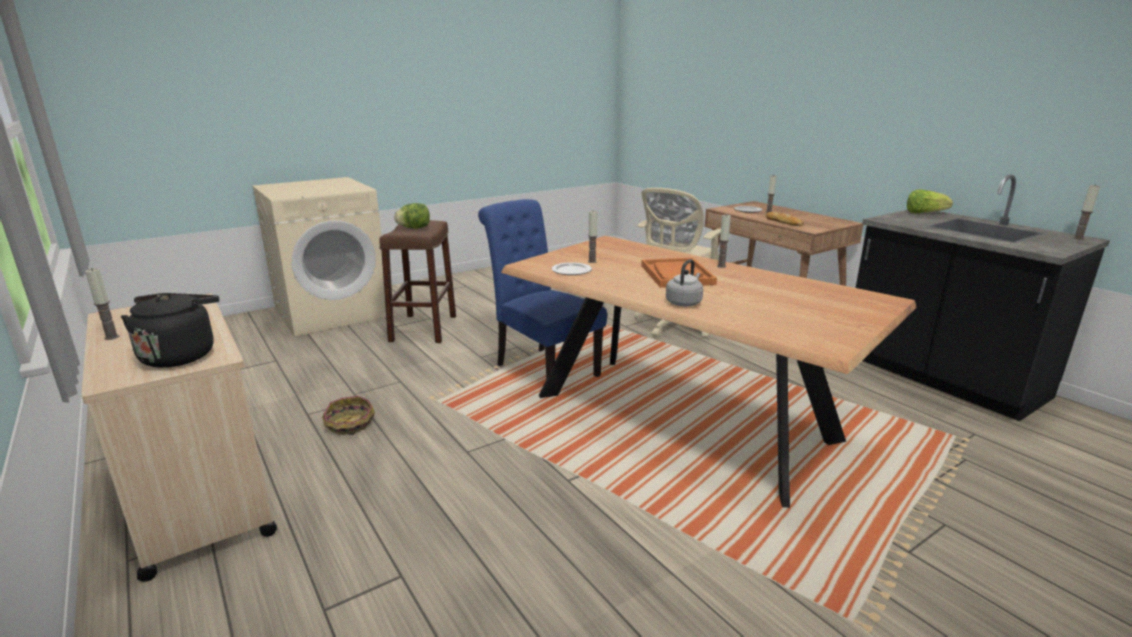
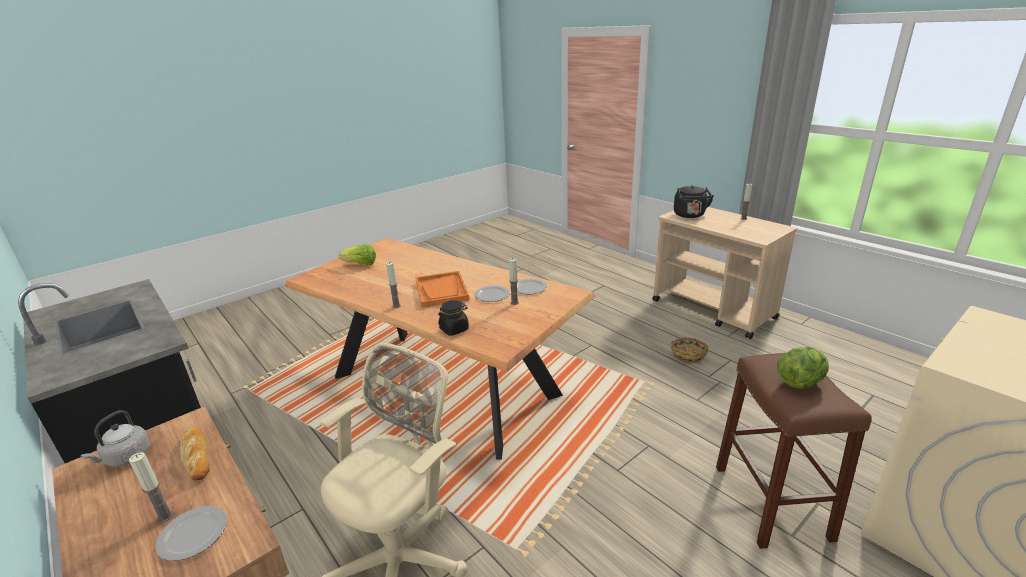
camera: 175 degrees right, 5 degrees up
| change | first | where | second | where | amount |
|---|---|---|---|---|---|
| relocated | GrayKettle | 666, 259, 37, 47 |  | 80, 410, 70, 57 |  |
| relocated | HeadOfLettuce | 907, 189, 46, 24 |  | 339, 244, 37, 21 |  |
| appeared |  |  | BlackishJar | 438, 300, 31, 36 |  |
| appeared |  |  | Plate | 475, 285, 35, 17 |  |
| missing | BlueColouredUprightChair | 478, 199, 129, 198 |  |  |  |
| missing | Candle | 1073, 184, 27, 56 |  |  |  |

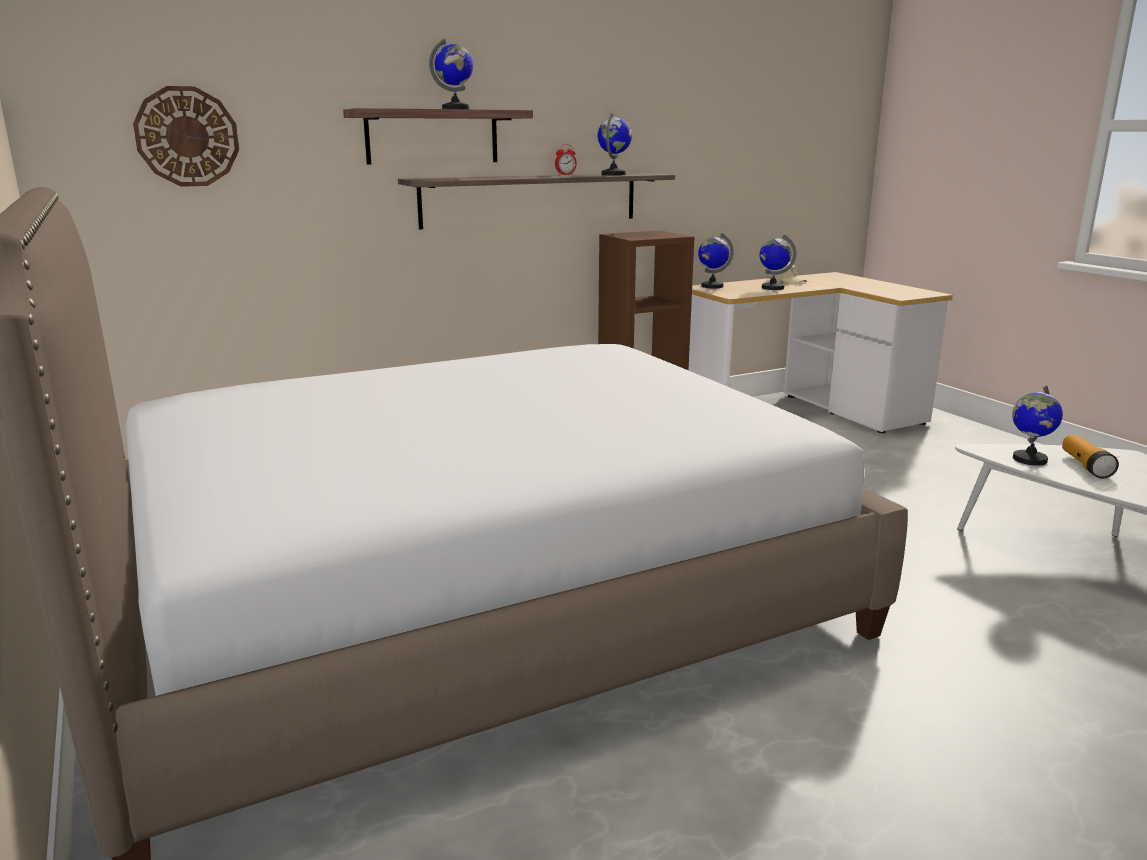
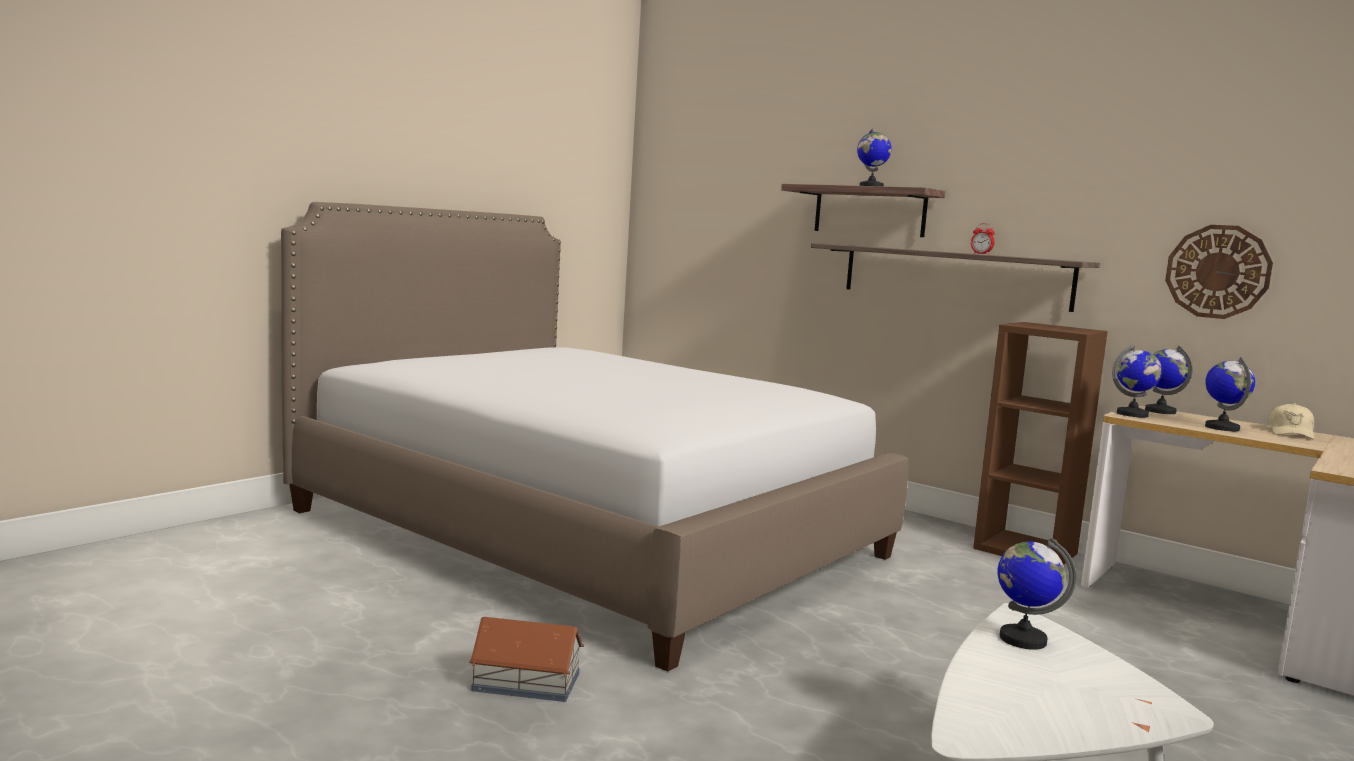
camera: 65 degrees right, 10 degrees down
| change | first | where | second | where | amount |
|---|---|---|---|---|---|
| appeared |  |  | ToyHouse | 469, 617, 115, 85 |  |
| relocated | WorldGlobe | 598, 112, 34, 63 |  | 1112, 345, 50, 73 |  |
| relocated | WallClock | 133, 86, 106, 101 |  | 1165, 225, 108, 94 |  |
| missing | Flashlight | 1062, 435, 57, 43 |  |  |  |

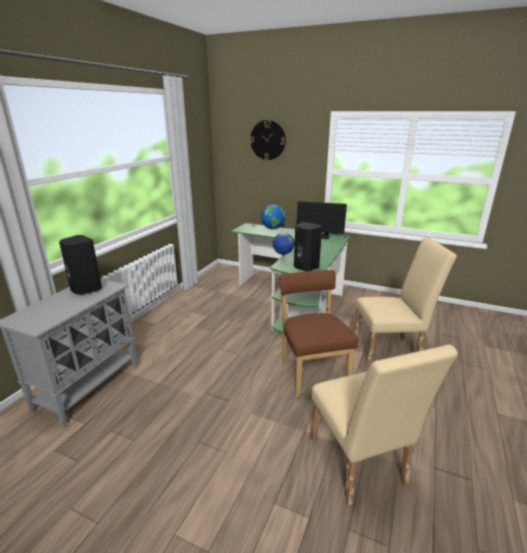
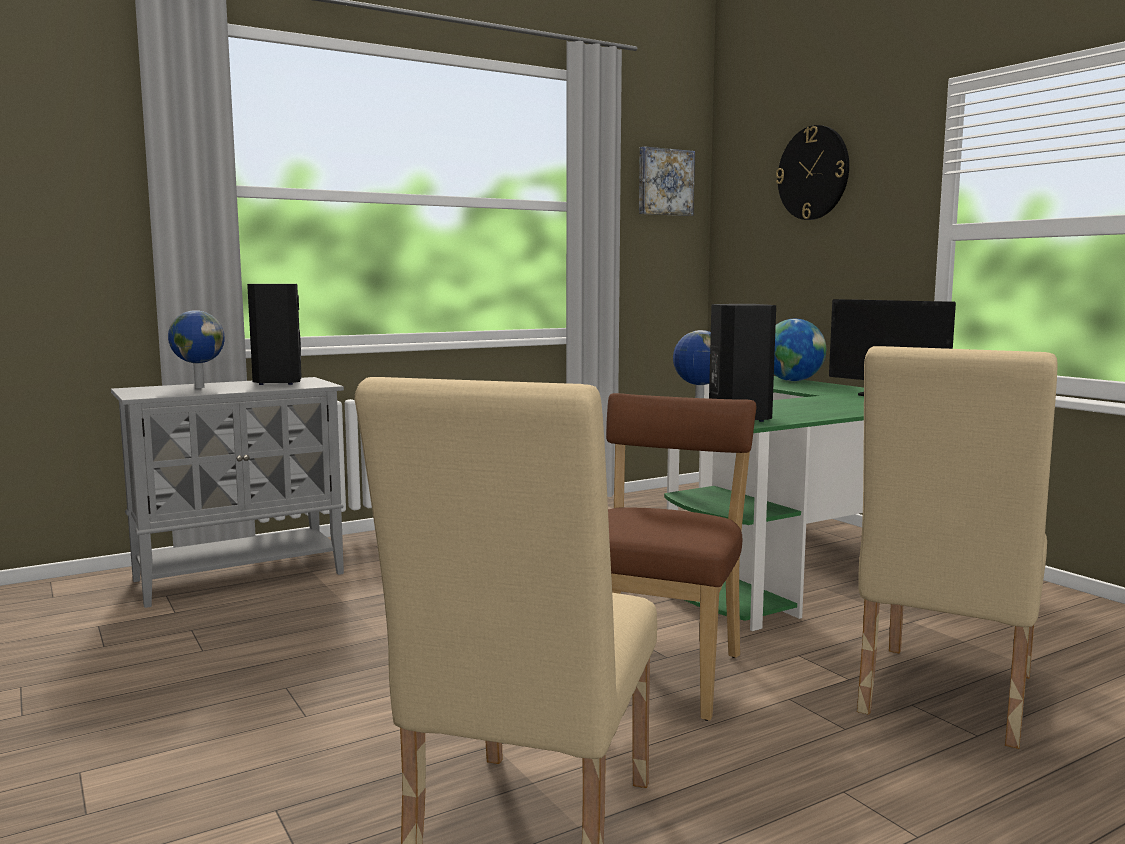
camera: 35 degrees right, 15 degrees down
| change | first | where | second | where | amount |
|---|---|---|---|---|---|
| appeared |  |  | WorldGlobe | 168, 310, 57, 78 |  |
| appeared |  |  | WallPicture | 639, 146, 56, 70 |  |
| spun | BeigeColouredUprightChair | 353, 237, 104, 129 |  | 857, 346, 201, 403 | 90 degrees clockwise |

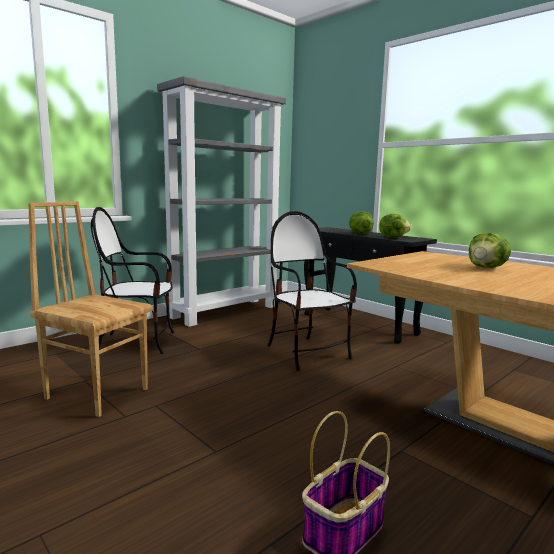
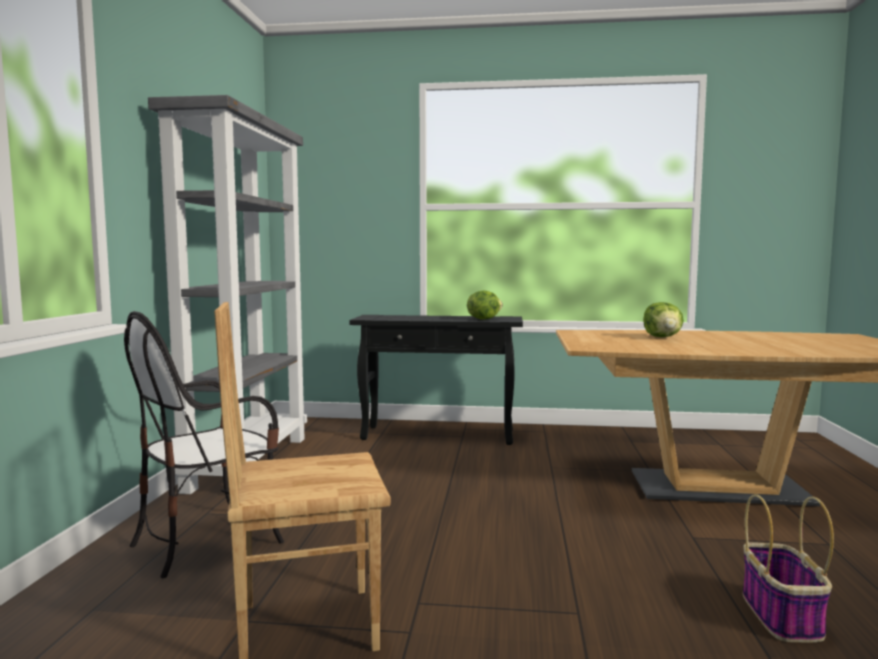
camera: 40 degrees left, 5 degrees down
| change | first | where | second | where | amount |
|---|---|---|---|---|---|
| missing | UprightChair | 267, 211, 90, 160 |  |  |  |
| missing | HeadOfLettuce | 349, 211, 25, 23 |  |  |  |

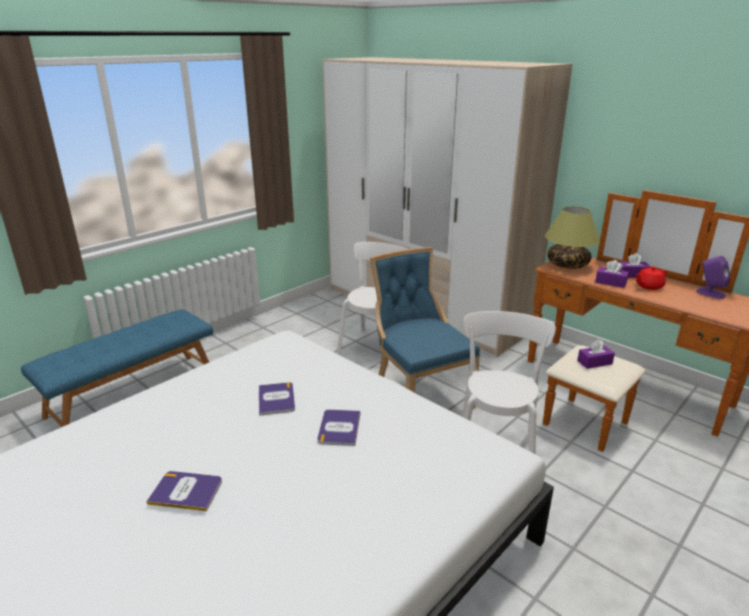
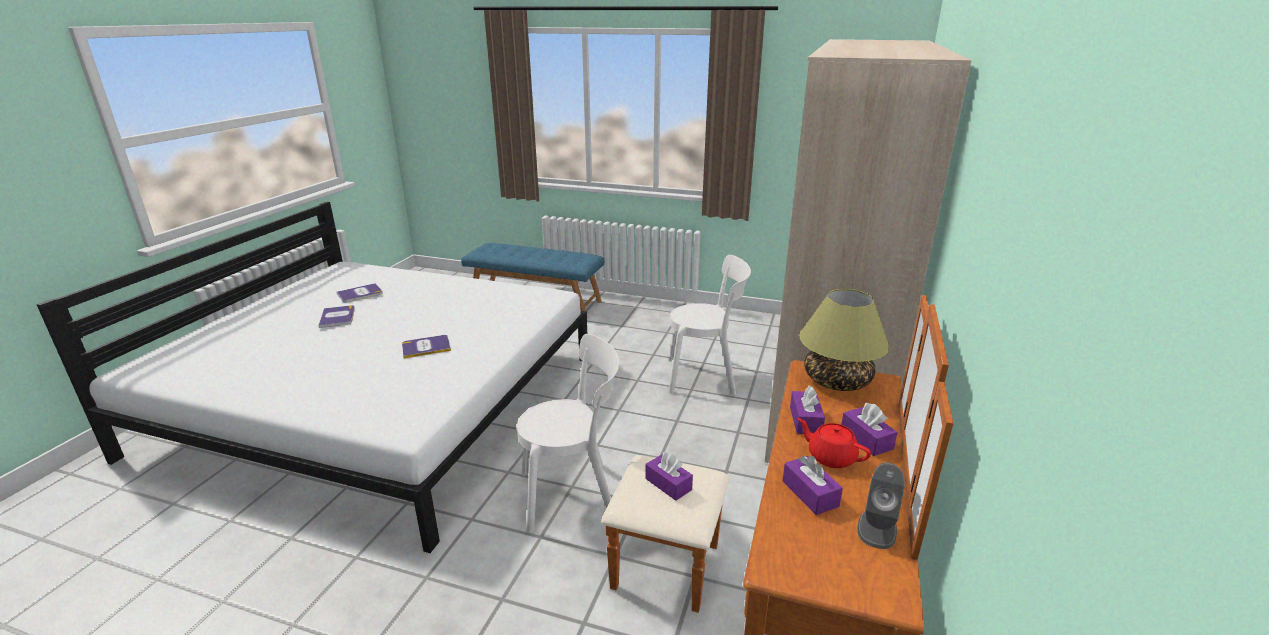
camera: 65 degrees right, 0 degrees up
| change | first | where | second | where | amount |
|---|---|---|---|---|---|
| relocated | Volume | 259, 382, 36, 34 |  | 337, 283, 46, 20 |  |
| appeared |  |  | PurpleColouredBoxOfTissues | 783, 456, 60, 59 |  |
| colour | PurpleColouredLoudspeaker | 696, 256, 35, 43 | GrayLoudspeaker | 858, 462, 47, 87 |  |
| missing | BlueColouredUprightChair | 370, 247, 110, 162 |  |  |  |

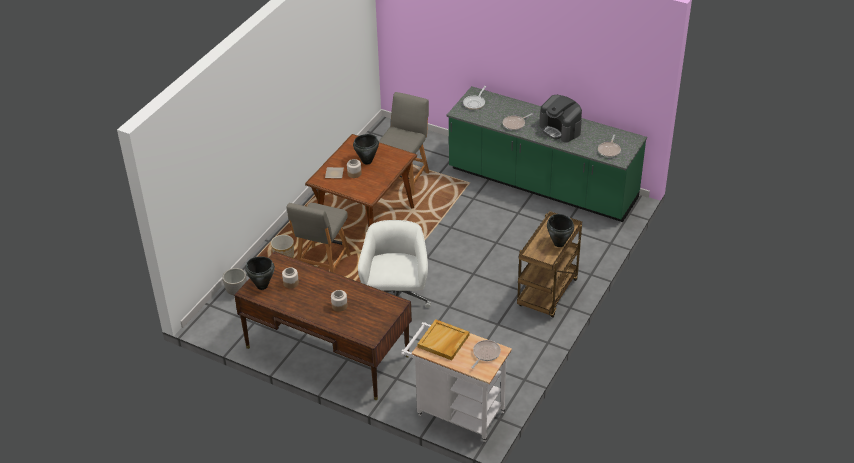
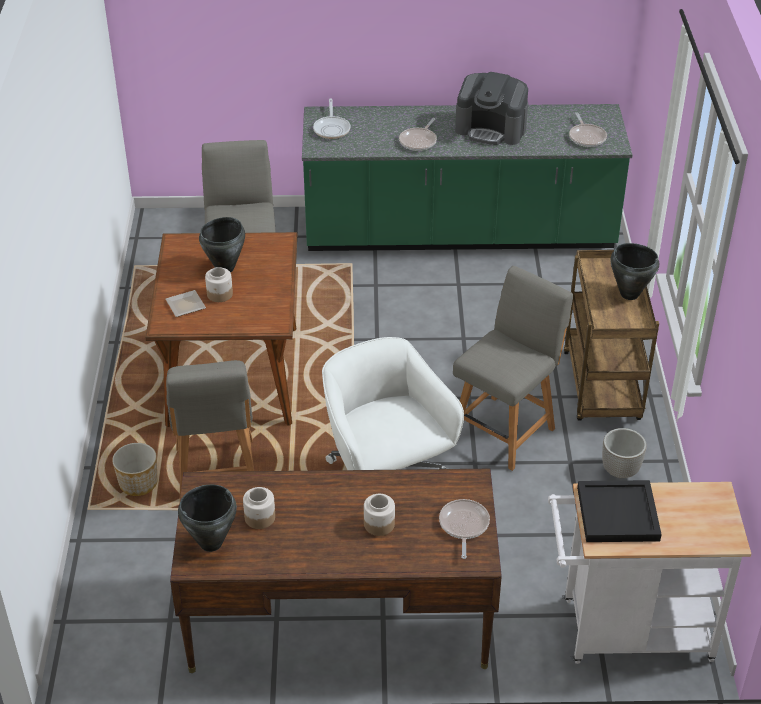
camera: 30 degrees left, 0 degrees up
| change | first | where | second | where | amount |
|---|---|---|---|---|---|
| relocated | Skillet | 471, 340, 30, 28 |  | 439, 499, 51, 60 |  |
| appeared |  |  | GrayUprightChair | 453, 266, 120, 205 |  |
| colour | BeigeColouredCarryingTray | 418, 319, 51, 41 | BlackishCarryingTray | 577, 480, 85, 62 |  |
| relocated | FlowerPot | 222, 268, 25, 27 |  | 602, 428, 44, 50 |  |

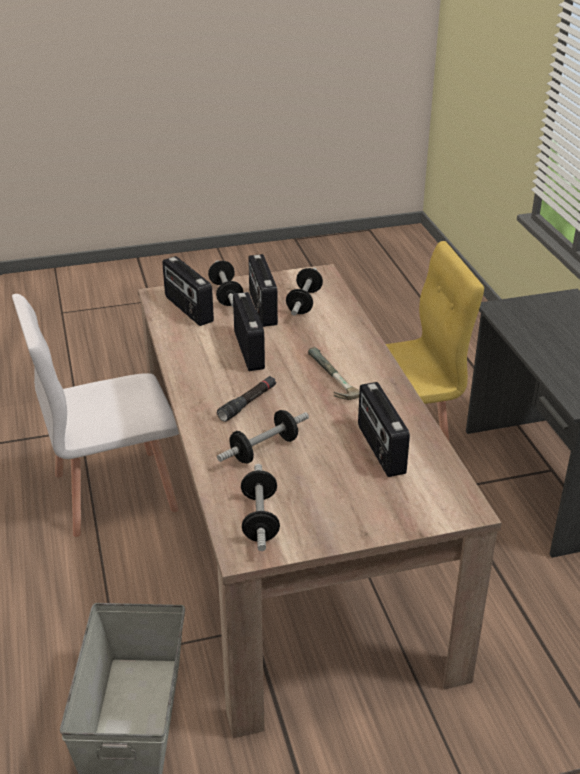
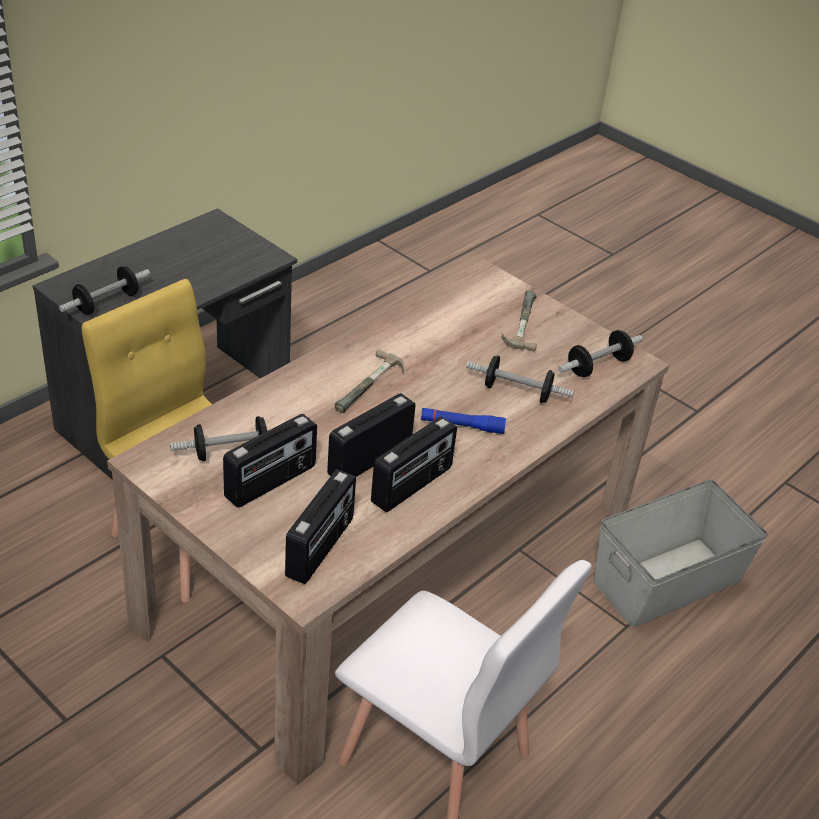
camera: 125 degrees left, 5 degrees up
| change | first | where | second | where | amount |
|---|---|---|---|---|---|
| relocated | HandWeight | 208, 260, 36, 47 |  | 59, 266, 91, 49 |  |
| relocated | RadioReceiver | 358, 382, 52, 95 |  | 371, 416, 86, 96 |  |
| colour | BlackishFlashlight | 217, 376, 59, 46 | BlueColouredFlashlight | 421, 408, 85, 26 |  |
| appeared |  |  | Hammer | 501, 291, 36, 61 |  |

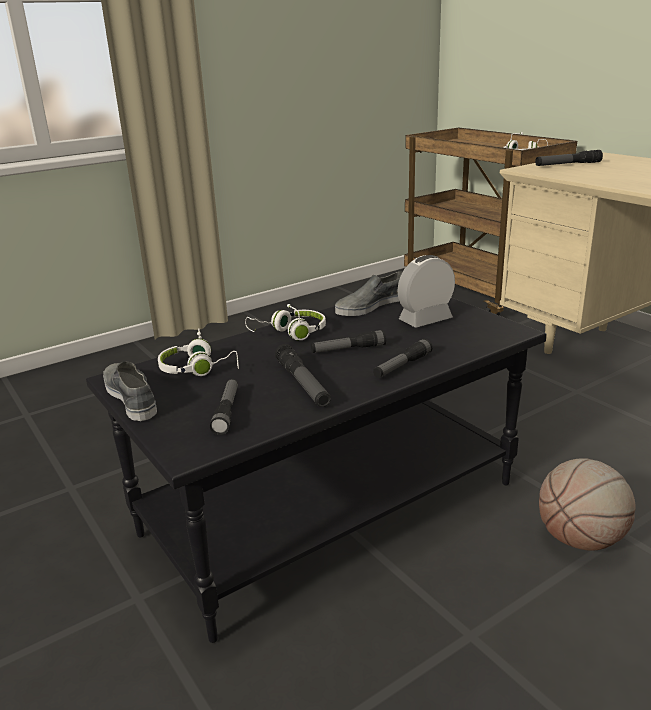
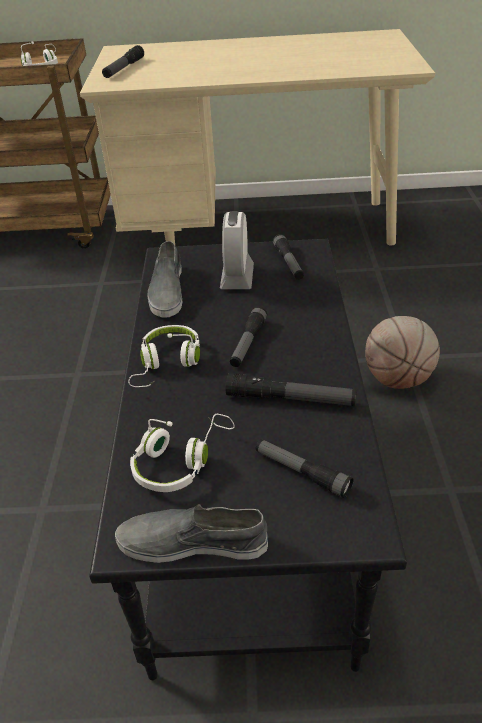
camera: 55 degrees left, 15 degrees up
| change | first | where | second | where | amount |
|---|---|---|---|---|---|
| relocated | Flashlight | 373, 339, 59, 39 |  | 273, 234, 31, 46 |  |

